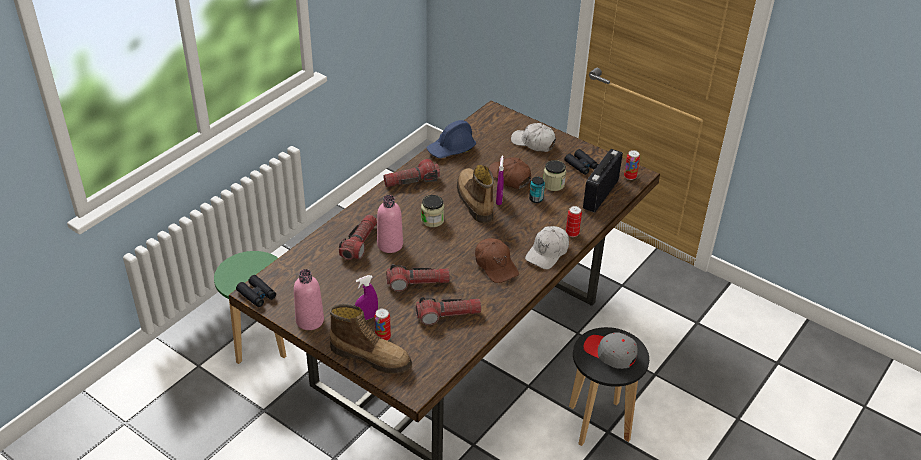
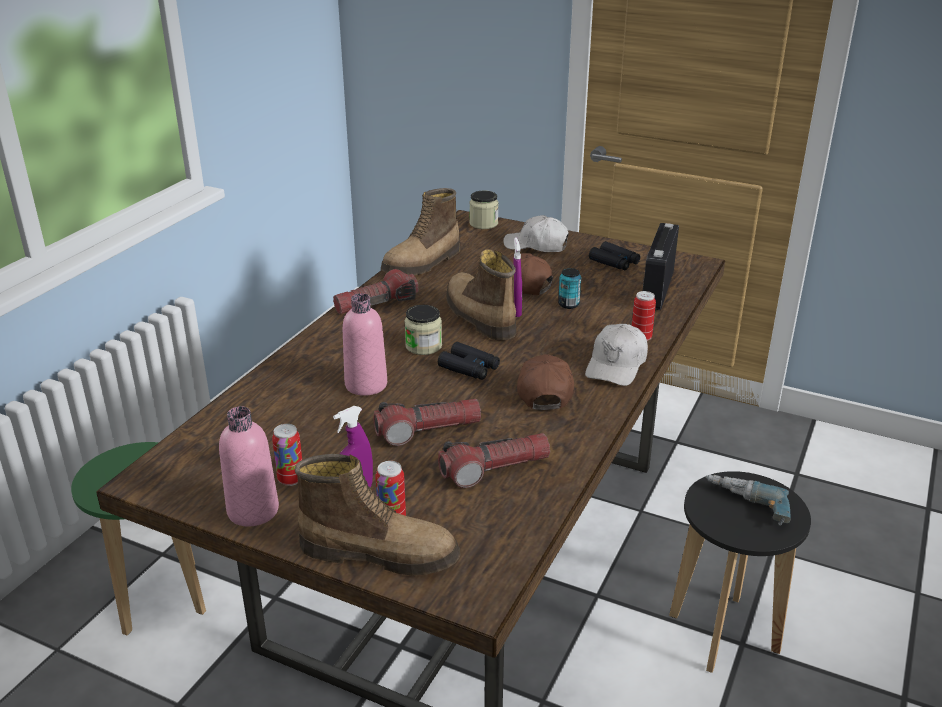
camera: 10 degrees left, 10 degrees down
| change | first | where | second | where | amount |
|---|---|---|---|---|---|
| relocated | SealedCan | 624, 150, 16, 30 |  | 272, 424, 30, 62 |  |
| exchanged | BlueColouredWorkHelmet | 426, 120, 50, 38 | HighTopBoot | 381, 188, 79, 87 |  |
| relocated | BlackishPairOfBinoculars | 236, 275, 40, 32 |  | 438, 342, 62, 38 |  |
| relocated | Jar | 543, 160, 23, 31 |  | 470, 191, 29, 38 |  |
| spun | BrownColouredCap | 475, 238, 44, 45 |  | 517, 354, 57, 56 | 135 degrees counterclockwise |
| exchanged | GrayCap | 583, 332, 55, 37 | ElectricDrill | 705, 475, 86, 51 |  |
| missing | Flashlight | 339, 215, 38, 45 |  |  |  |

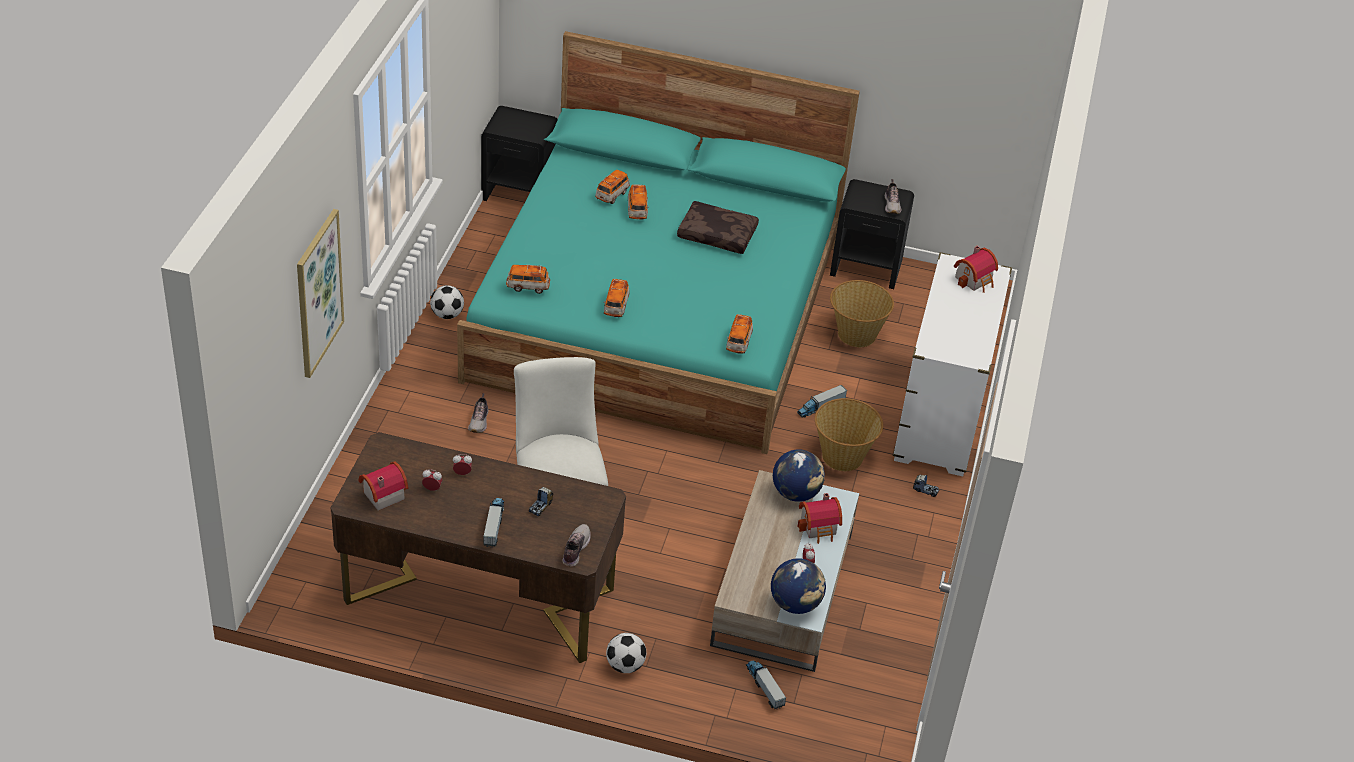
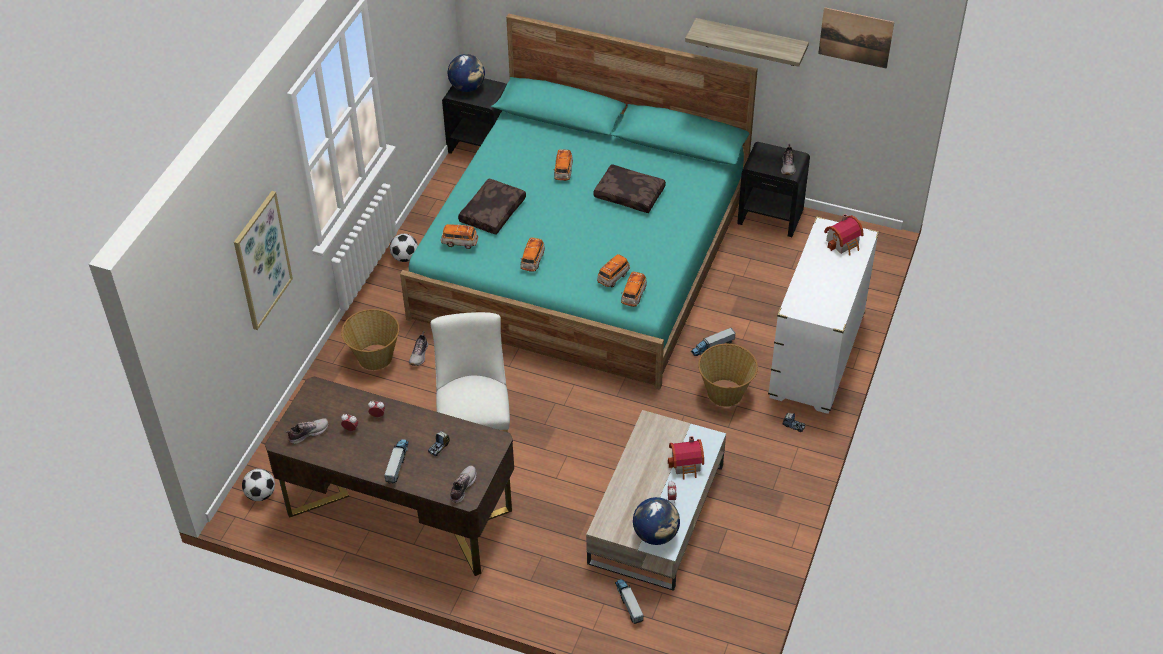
camera: 10 degrees right, 5 degrees up
| change | first | where | second | where | amount |
|---|---|---|---|---|---|
| relocated | FootballBall | 606, 633, 40, 40 |  | 242, 469, 33, 32 |  |
| exchanged | ToyHouse | 358, 461, 51, 50 | Shoe | 285, 418, 44, 26 |  |
| relocated | StorageBasket | 830, 280, 64, 67 |  | 341, 309, 58, 61 |  |
| relocated | WorldGlobe | 773, 449, 52, 53 |  | 448, 54, 37, 38 |  |
| appeared |  |  | BrownColouredThrowPillow | 458, 178, 68, 57 |  |
| relocated | MiniatureCar | 595, 170, 35, 34 |  | 597, 254, 33, 33 |  |
| appeared |  |  | BracketShelf | 685, 18, 124, 49 |  |
| appeared |  |  | WallPicture | 818, 7, 76, 62 |  |

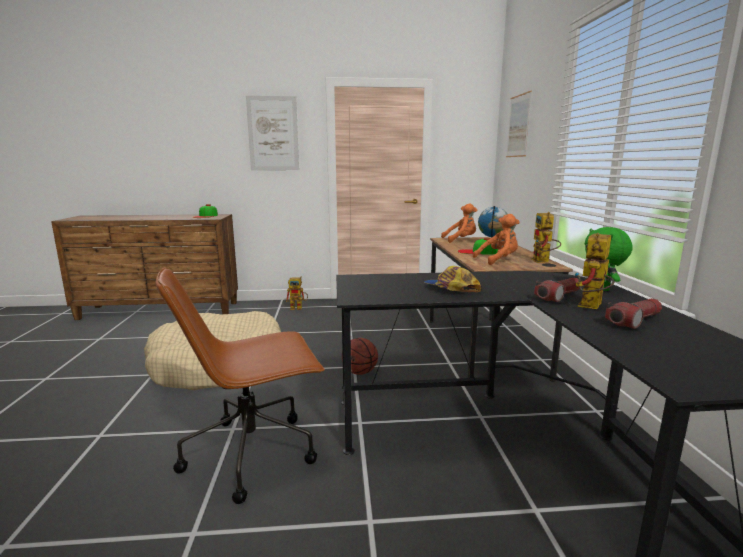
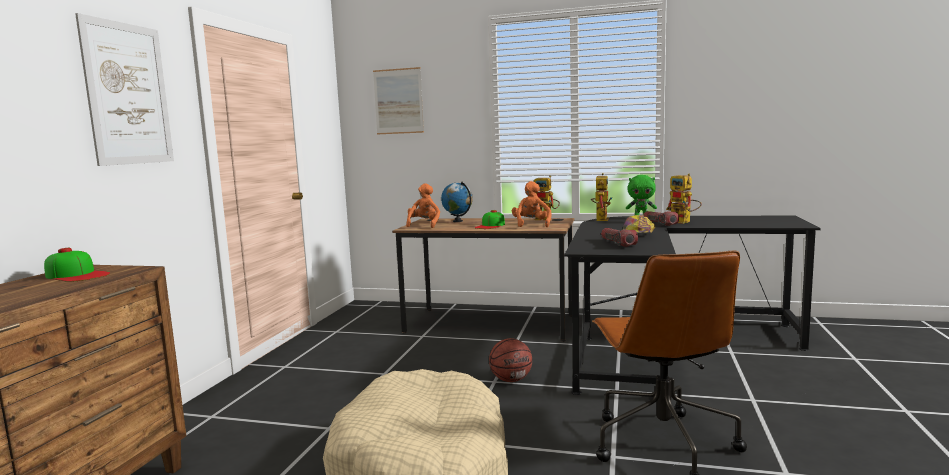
camera: 70 degrees left, 5 degrees down
| change | first | where | second | where | amount |
|---|---|---|---|---|---|
| relocated | RobotFigure | 286, 277, 22, 33 |  | 591, 173, 21, 48 |  |
| relocated | Flashlight | 605, 298, 57, 31 |  | 601, 228, 37, 19 |  |

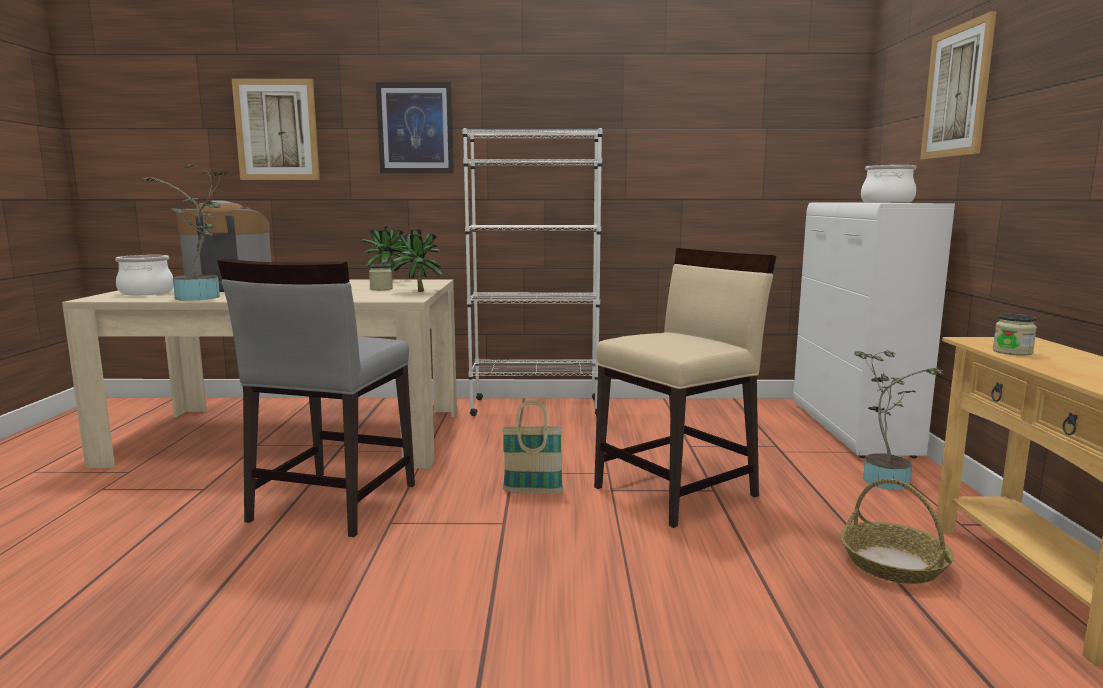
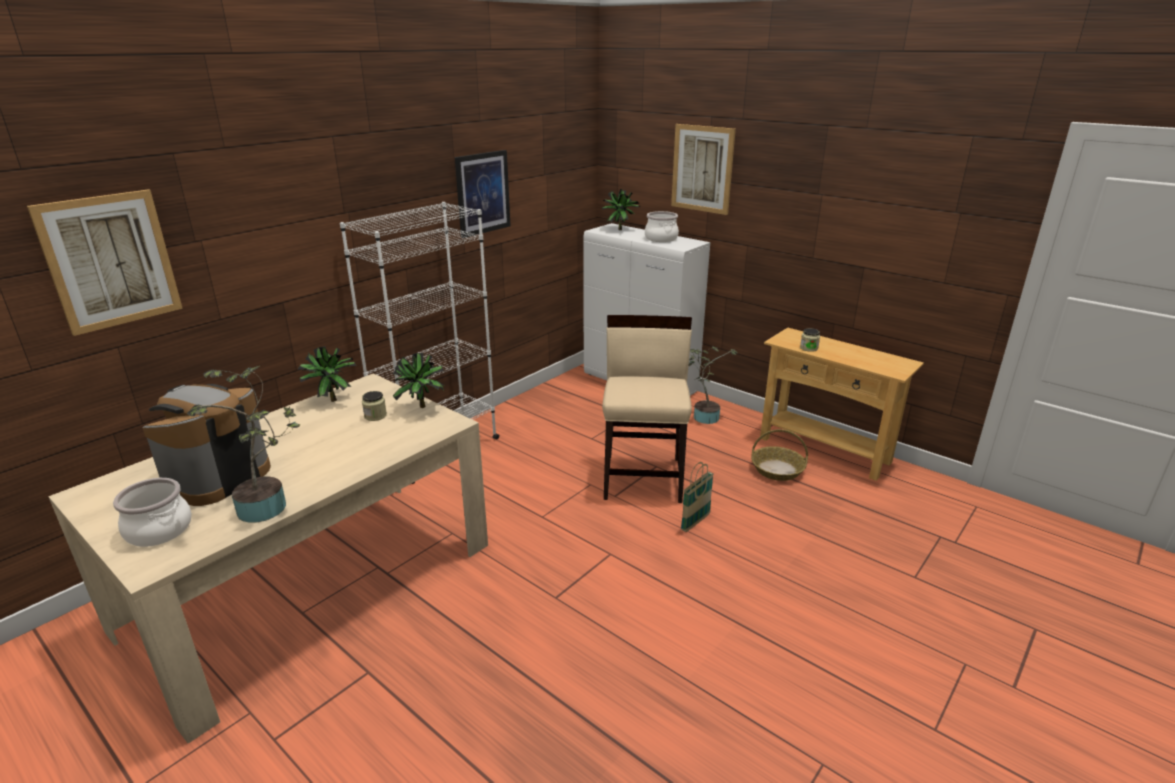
camera: 50 degrees left, 15 degrees up
| change | first | where | second | where | amount |
|---|---|---|---|---|---|
| relocated | WallPicture | 376, 82, 78, 92 |  | 455, 150, 56, 88 |  |
| appeared |  |  | PottedPlant | 602, 189, 38, 41 |  |
| relocated | StorageBasket | 502, 400, 61, 94 |  | 681, 462, 33, 70 |  |
| missing | GrayUprightChair | 217, 259, 198, 278 |  |  |  |

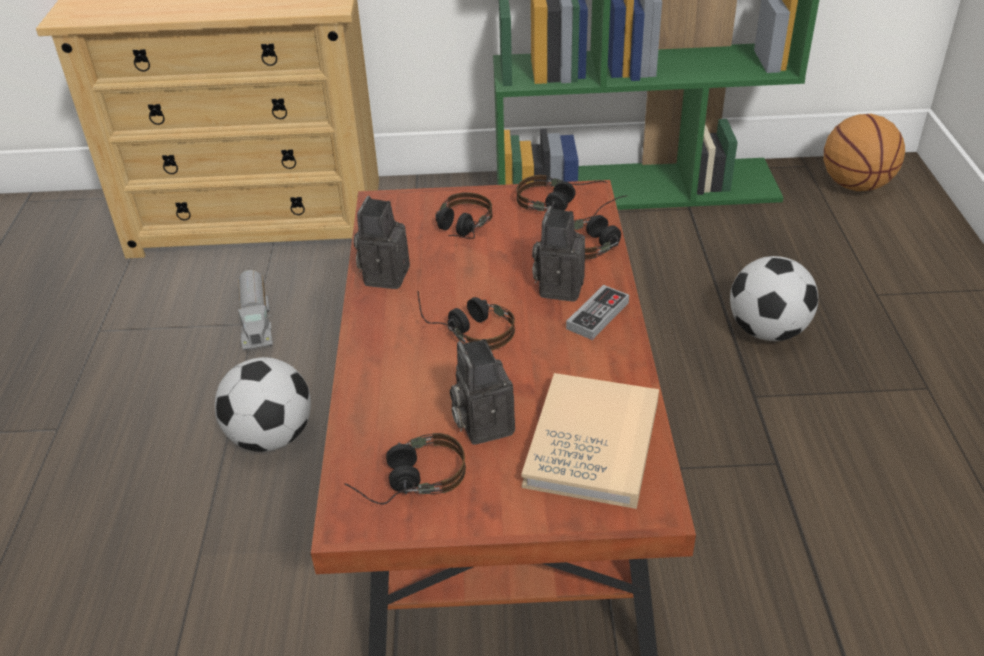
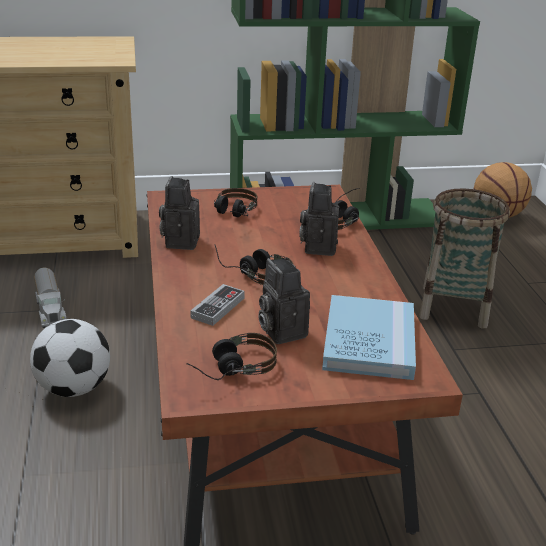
camera: 10 degrees left, 10 degrees down
| change | first | where | second | where | amount |
|---|---|---|---|---|---|
| relocated | Gamepad | 566, 285, 63, 55 |  | 191, 284, 54, 42 |  |
| colour | BeigeColouredVolume | 521, 373, 138, 136 | BlueColouredVolume | 322, 295, 94, 85 |  |
| exchanged | FootballBall | 730, 256, 88, 85 | StorageBasket | 419, 189, 91, 140 |  |
| missing | Headset | 517, 175, 91, 36 |  |  |  |

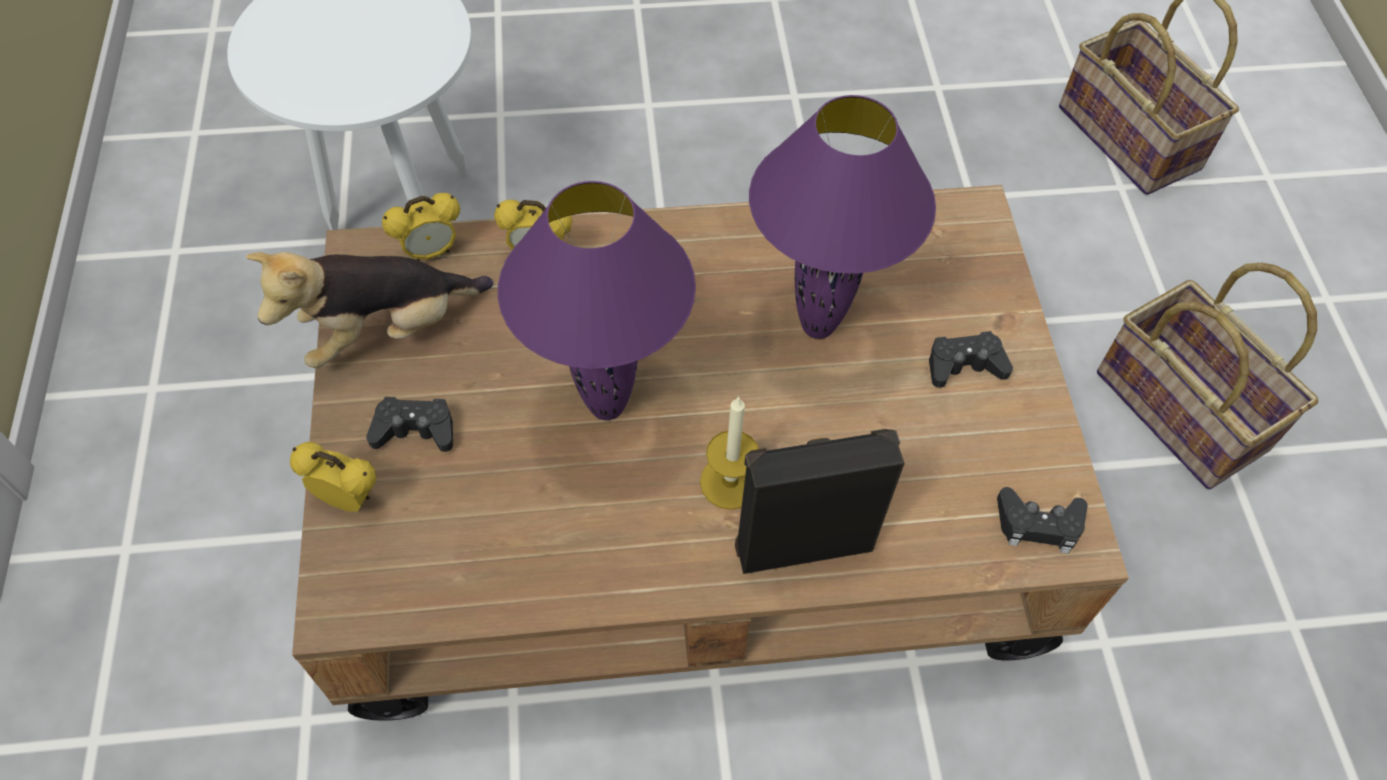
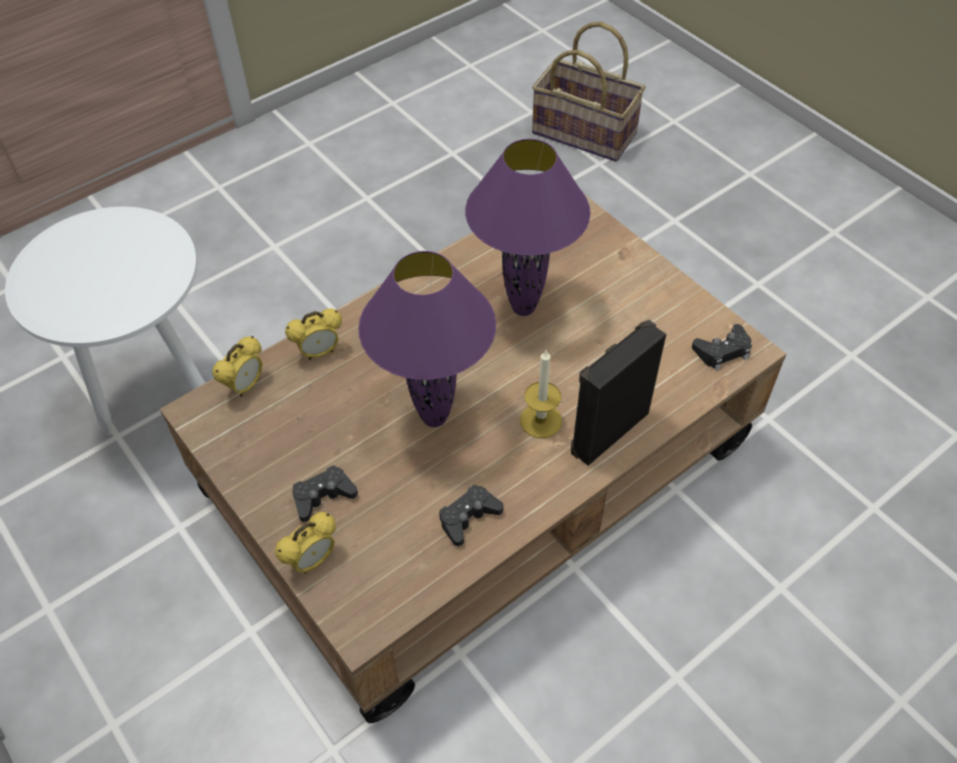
camera: 30 degrees left, 5 degrees down
| change | first | where | second | where | amount |
|---|---|---|---|---|---|
| spun | TableClock | 290, 442, 86, 70 |  | 275, 512, 61, 62 | 150 degrees clockwise |
| relocated | BlackishGamepad | 929, 331, 84, 57 |  | 439, 485, 65, 61 |  |
| missing | SoftToy | 246, 252, 248, 116 |  |  |  |
| missing | StorageBasket | 1097, 263, 221, 226 |  |  |  |

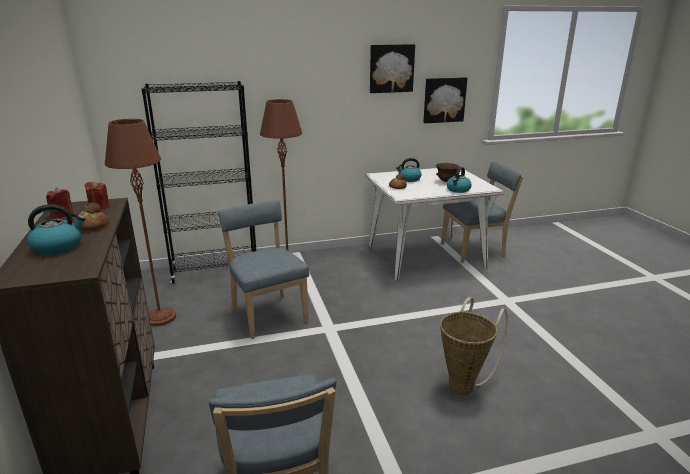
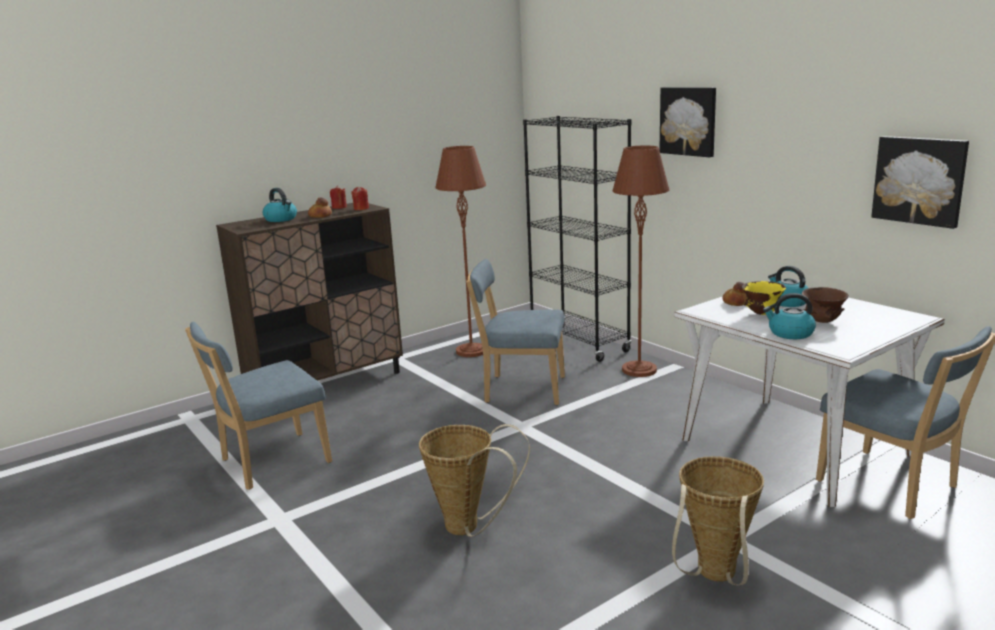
camera: 70 degrees right, 5 degrees down
| change | first | where | second | where | amount |
|---|---|---|---|---|---|
| spun | BlueColouredUprightChair | 218, 200, 91, 139 |  | 466, 259, 99, 146 | 120 degrees counterclockwise |
| relocated | WallPicture | 370, 44, 45, 49 |  | 659, 87, 57, 70 |  |
| appeared |  |  | StorageBasket | 672, 456, 92, 129 |  |
| appeared |  |  | YellowColouredBowl | 742, 281, 44, 34 |  |

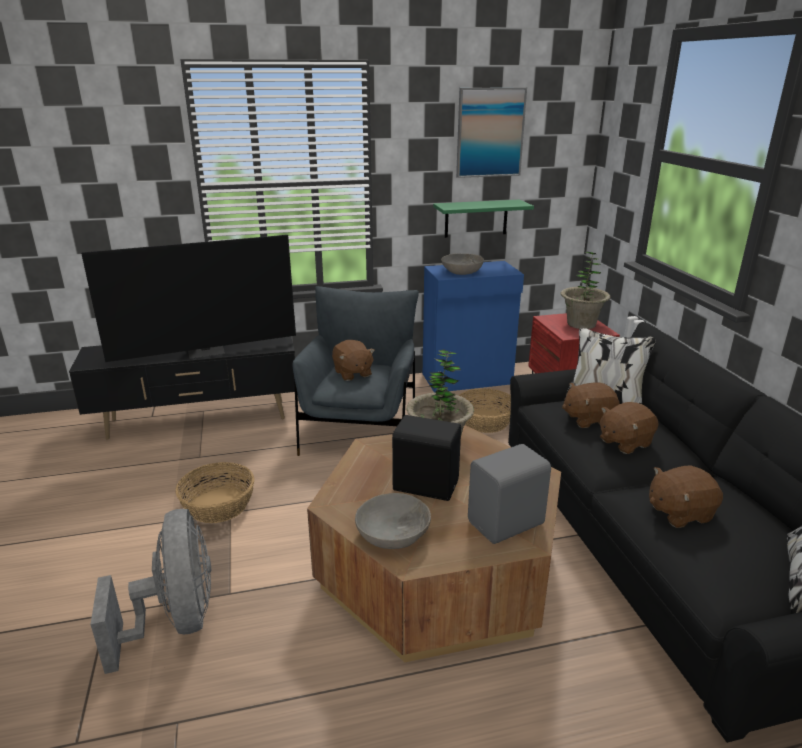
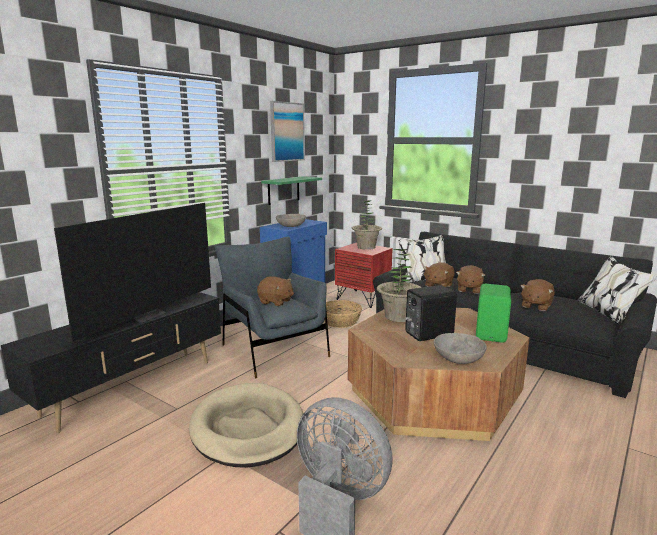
camera: 40 degrees left, 10 degrees down
| change | first | where | second | where | amount |
|---|---|---|---|---|---|
| exchanged | StorageBasket | 175, 462, 80, 61 | BeigeColouredPetBed | 189, 383, 115, 85 |  |
| colour | GrayLoudspeaker | 468, 444, 83, 100 | GreenLoudspeaker | 476, 284, 35, 59 |  |

